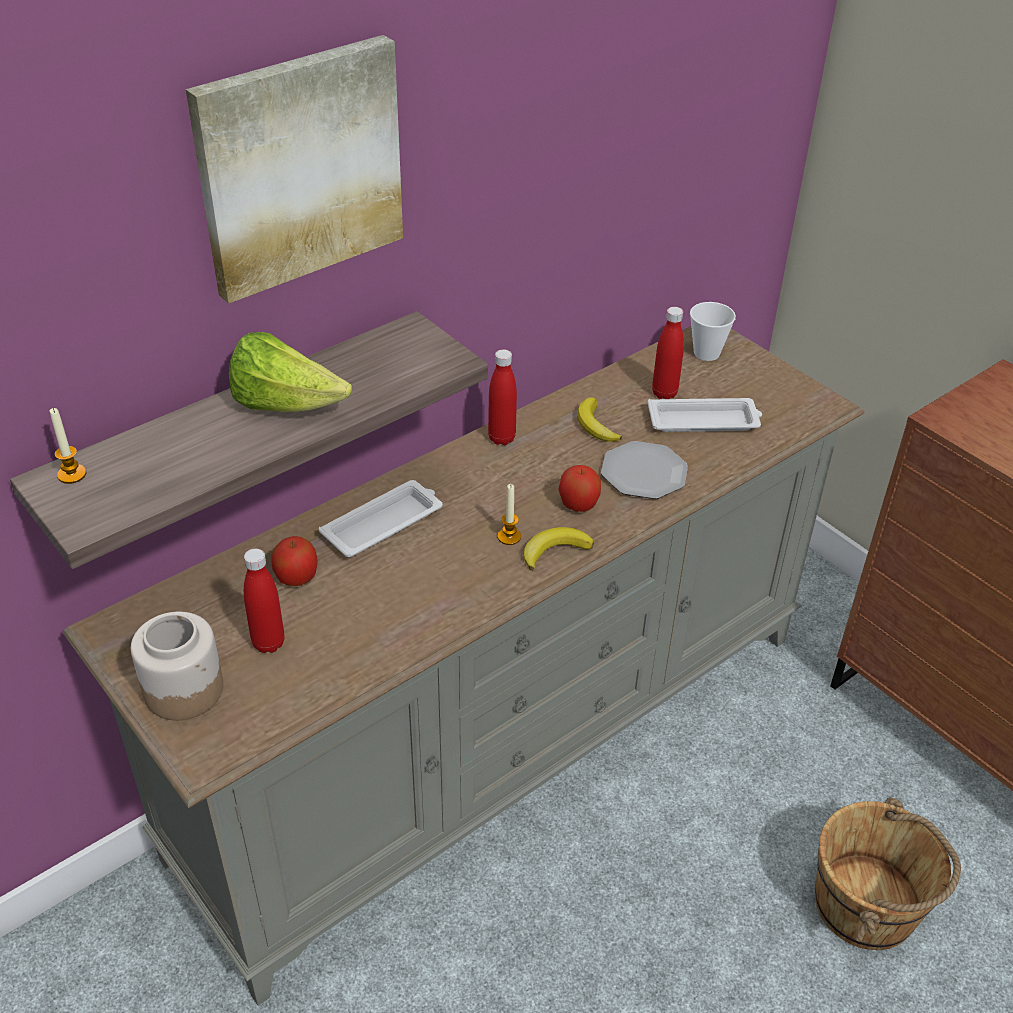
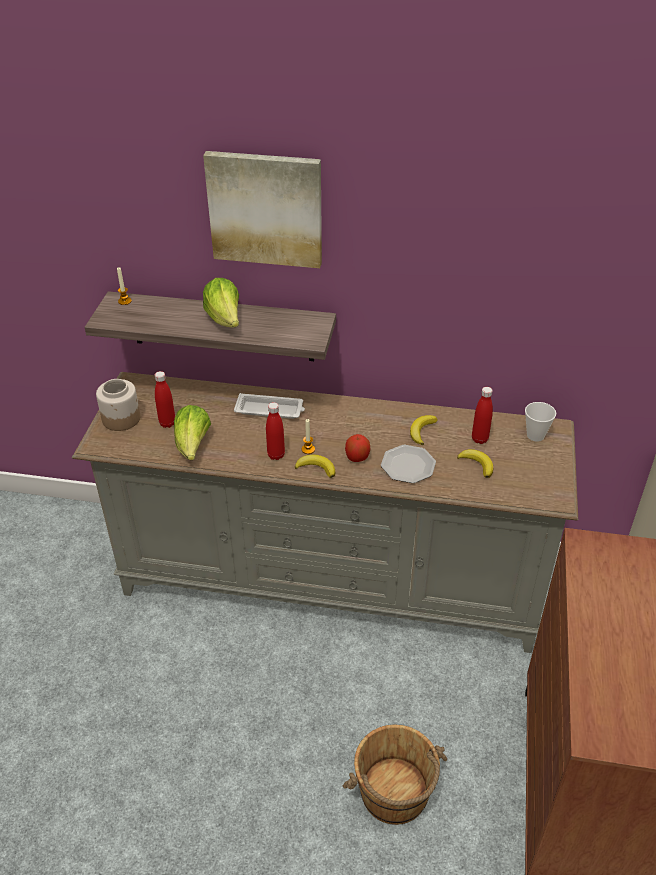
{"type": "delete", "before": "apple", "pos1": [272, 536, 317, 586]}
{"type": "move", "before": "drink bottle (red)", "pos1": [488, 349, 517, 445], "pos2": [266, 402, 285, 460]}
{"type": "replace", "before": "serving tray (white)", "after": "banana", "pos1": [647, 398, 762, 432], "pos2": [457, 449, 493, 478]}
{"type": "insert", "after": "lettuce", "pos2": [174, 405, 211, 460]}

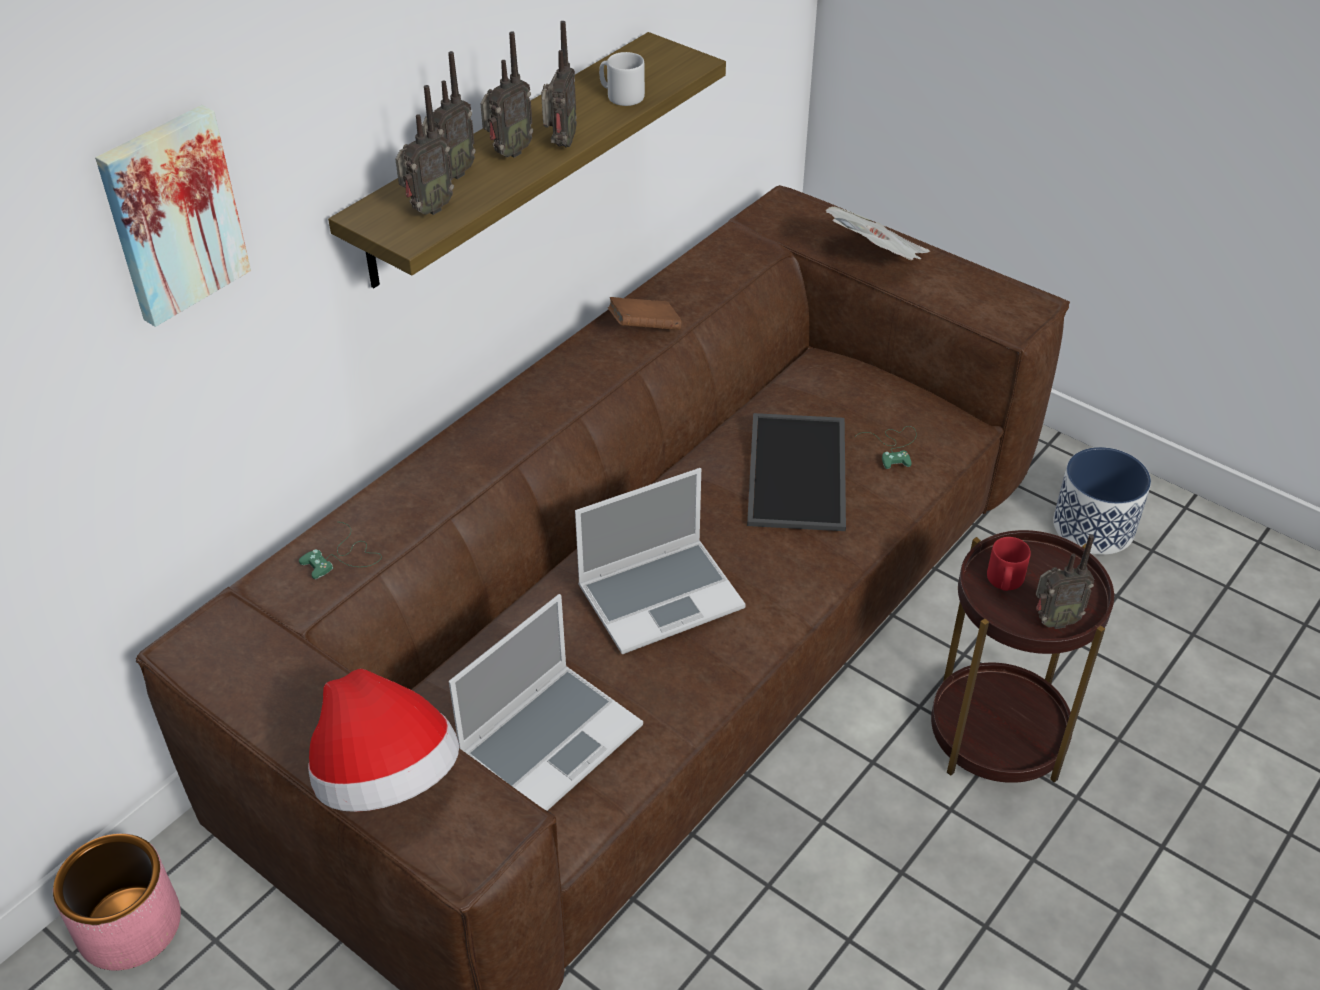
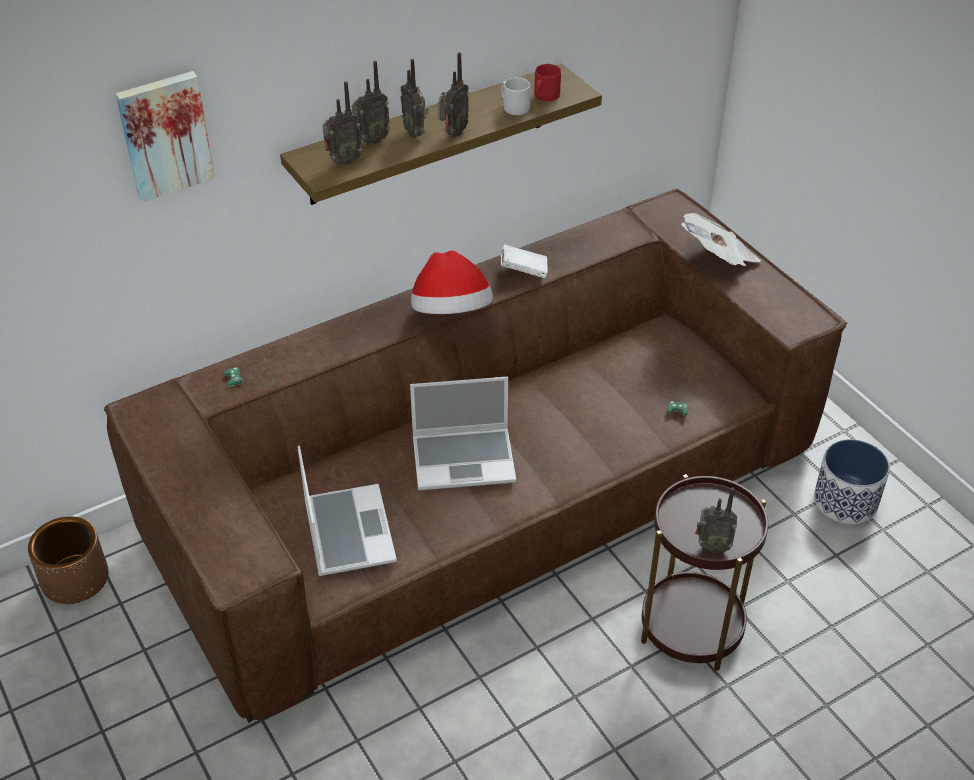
{"type": "recolor", "before": "flower pot (pink)", "after": "flower pot (brown-coloured)", "pos1": [53, 833, 181, 971], "pos2": [28, 516, 109, 604]}
{"type": "move", "before": "clothing hat", "pos1": [308, 669, 459, 812], "pos2": [411, 251, 493, 314]}
{"type": "rotate", "before": "portable computer", "pos1": [449, 594, 643, 811], "pos2": [298, 445, 397, 576], "turn": -75}
{"type": "rotate", "before": "radio receiver", "pos1": [480, 31, 533, 158], "pos2": [401, 59, 428, 138], "turn": 90}
{"type": "recolor", "before": "bound book (brown-coloured)", "after": "bound book (white)", "pos1": [608, 297, 682, 330], "pos2": [501, 244, 548, 278]}
{"type": "delete", "before": "serving tray", "pos1": [747, 413, 846, 531]}
{"type": "move", "before": "mug (red)", "pos1": [987, 537, 1031, 591], "pos2": [534, 64, 561, 101]}

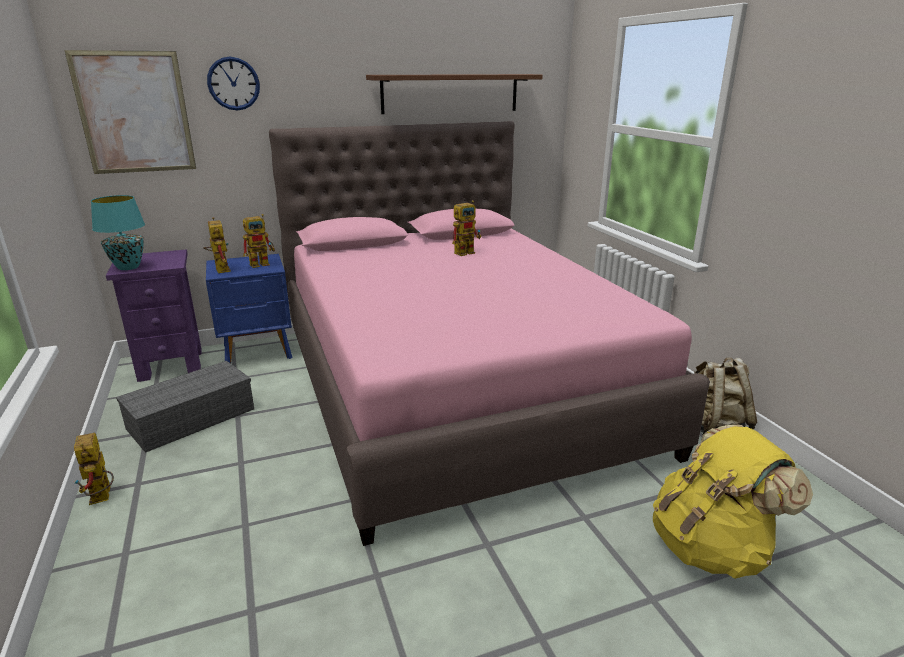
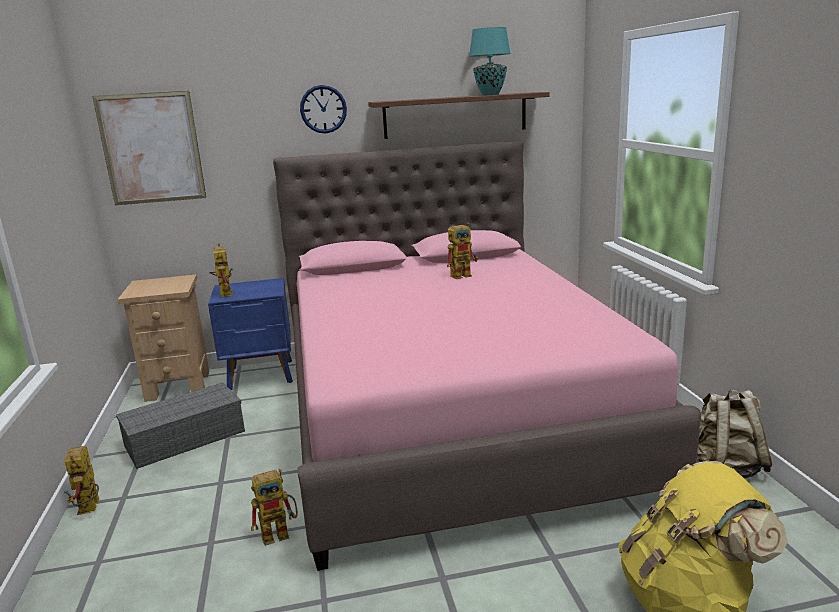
{"type": "move", "before": "tabletop lamp (turquoise-coloured)", "pos1": [91, 195, 145, 270], "pos2": [469, 27, 511, 95]}
{"type": "recolor", "before": "nightstand (purple-coloured)", "after": "nightstand (beige)", "pos1": [106, 249, 202, 382], "pos2": [117, 274, 209, 402]}
{"type": "move", "before": "hanging clock", "pos1": [207, 57, 260, 111], "pos2": [300, 85, 347, 133]}
{"type": "move", "before": "model robot", "pos1": [243, 214, 275, 268], "pos2": [251, 469, 298, 546]}

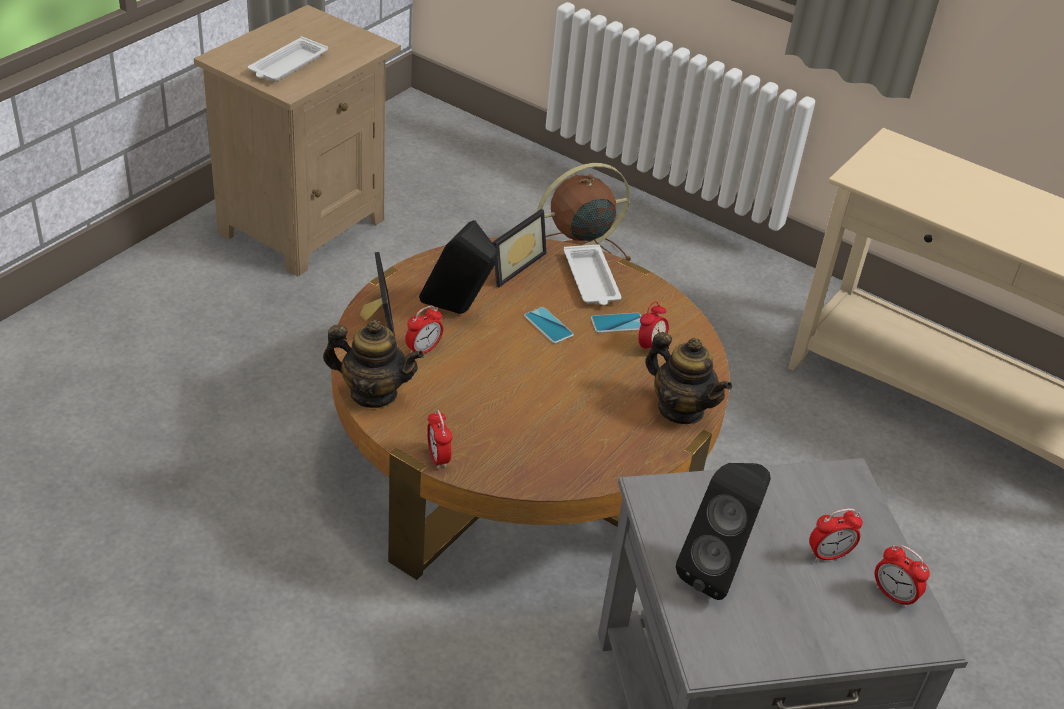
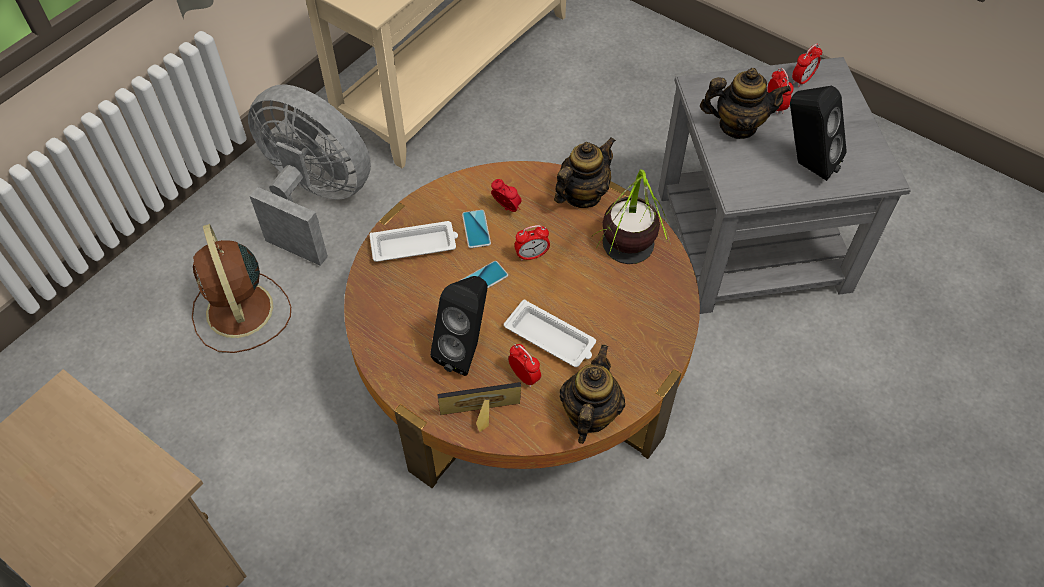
{"type": "move", "before": "serving tray (white)", "pos1": [248, 36, 328, 82], "pos2": [504, 300, 596, 367]}
{"type": "move", "before": "bedside clock", "pos1": [427, 410, 452, 469], "pos2": [514, 225, 550, 261]}
{"type": "delete", "before": "standing frame", "pos1": [493, 209, 547, 287]}
{"type": "insert", "after": "cooling fan (gray)", "pos2": [248, 85, 371, 266]}
{"type": "insert", "after": "potted plant", "pos2": [594, 170, 671, 264]}
{"type": "insert", "after": "tea pot", "pos2": [700, 68, 791, 139]}

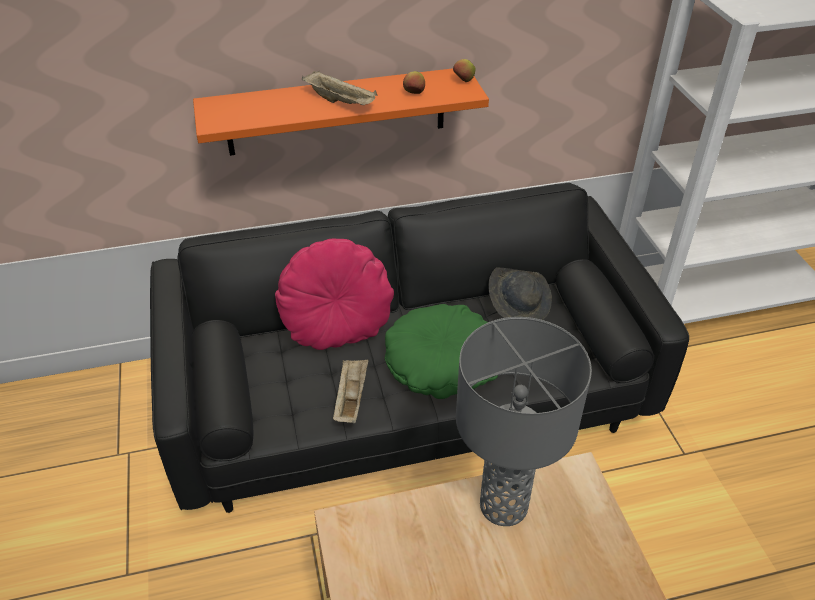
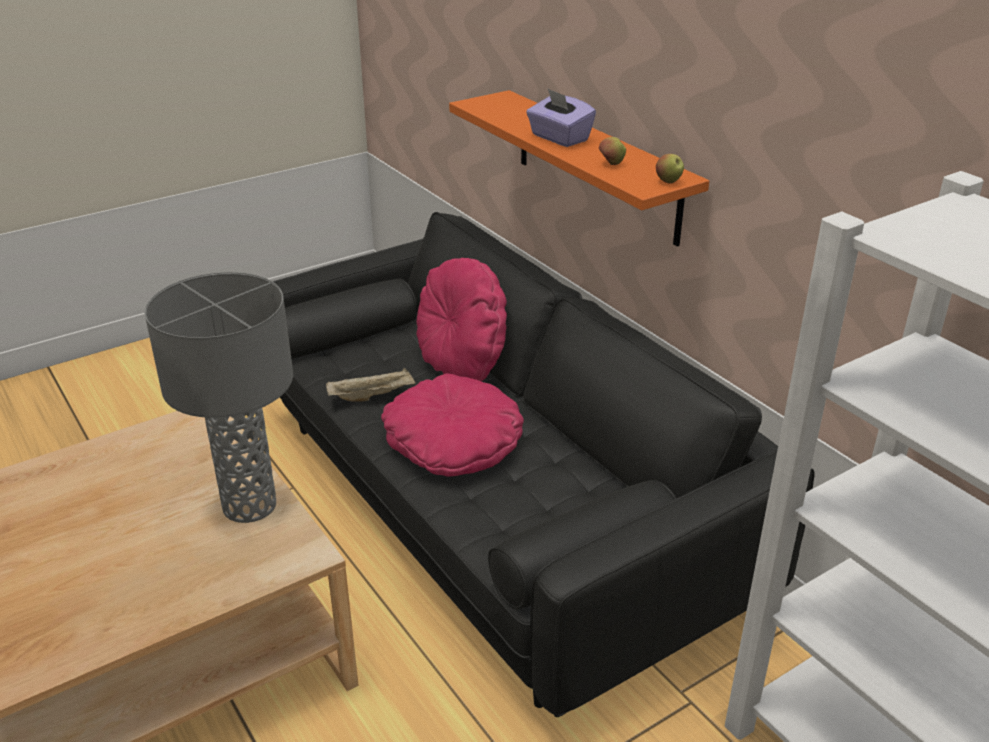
{"type": "replace", "before": "serving tray (beige)", "after": "tissue box (purple-coloured)", "pos1": [302, 71, 377, 105], "pos2": [526, 89, 596, 147]}
{"type": "recolor", "before": "cushion (greenish)", "after": "cushion (pink)", "pos1": [385, 304, 498, 399], "pos2": [381, 374, 524, 477]}
{"type": "delete", "before": "clothing hat (gray)", "pos1": [488, 267, 552, 320]}

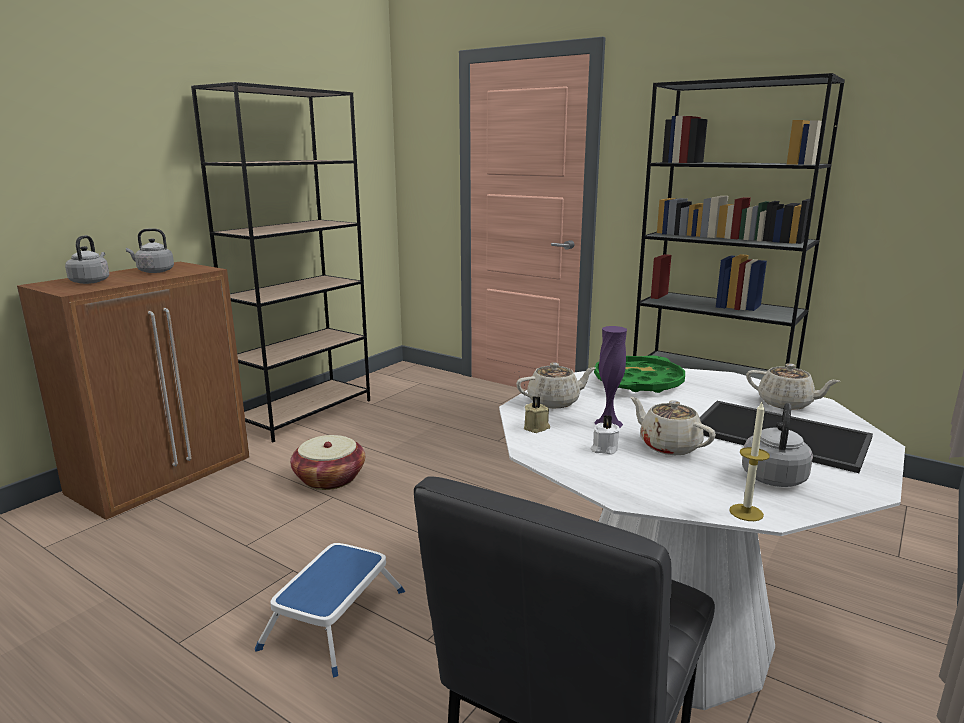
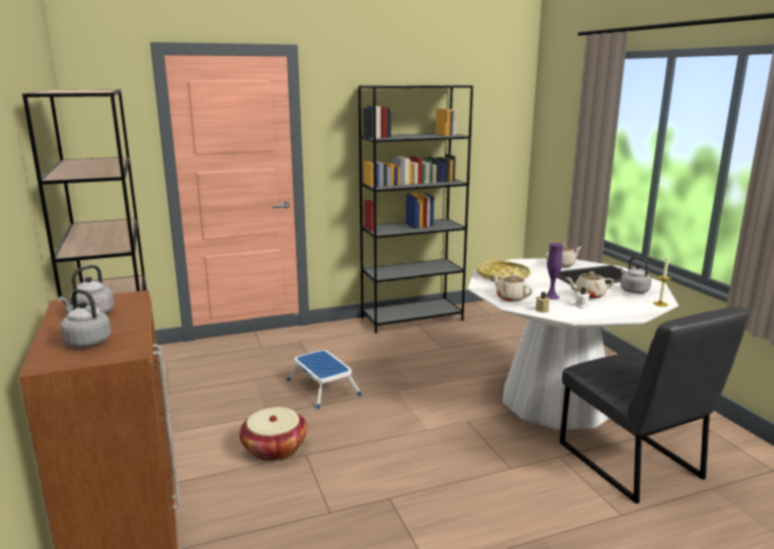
{"type": "move", "before": "step ladder (blue)", "pos1": [255, 543, 405, 678], "pos2": [287, 350, 362, 409]}
{"type": "rotate", "before": "tea pot (beige)", "pos1": [516, 362, 595, 408], "pos2": [492, 273, 533, 302], "turn": -60}
{"type": "recolor", "before": "serving tray (greenish)", "after": "serving tray (yellowish)", "pos1": [594, 355, 685, 393], "pos2": [477, 260, 531, 282]}

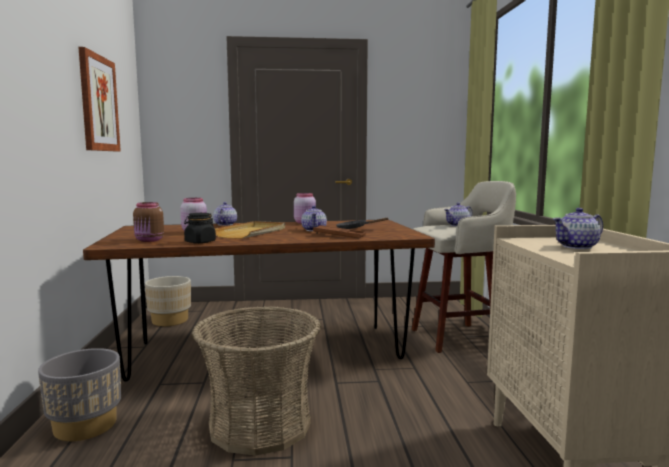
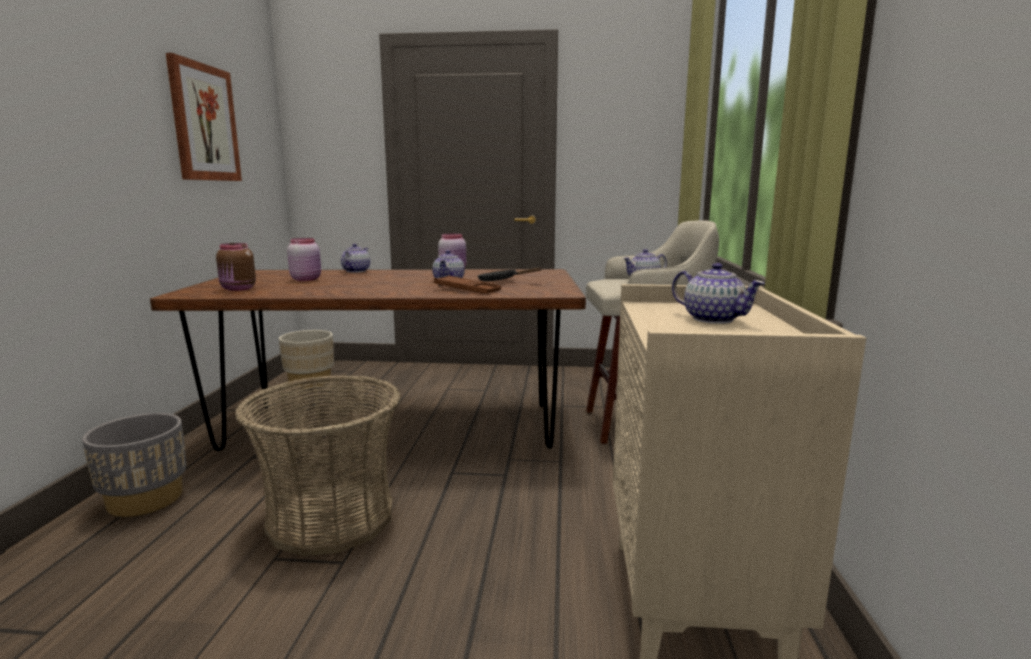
{"type": "delete", "before": "storage jar (black)", "pos1": [184, 213, 216, 244]}
{"type": "delete", "before": "serving tray (beige)", "pos1": [215, 221, 285, 239]}
{"type": "rotate", "before": "tea pot", "pos1": [553, 208, 603, 249], "pos2": [672, 263, 765, 324], "turn": -120}

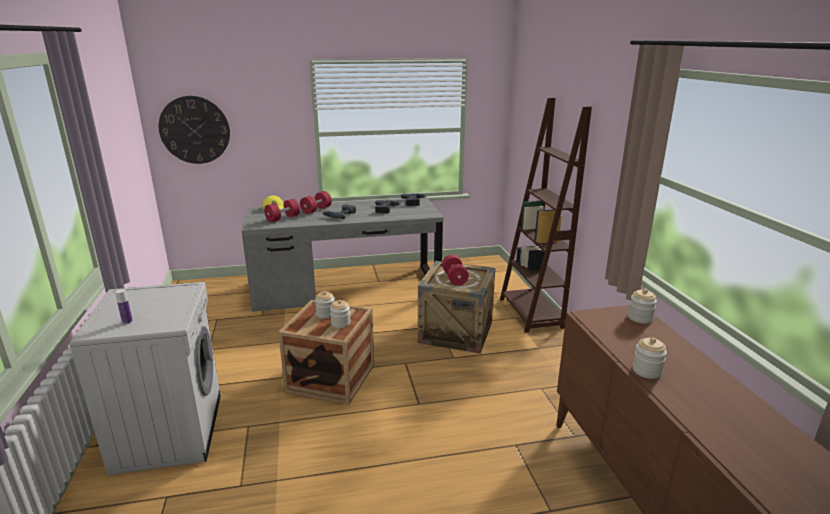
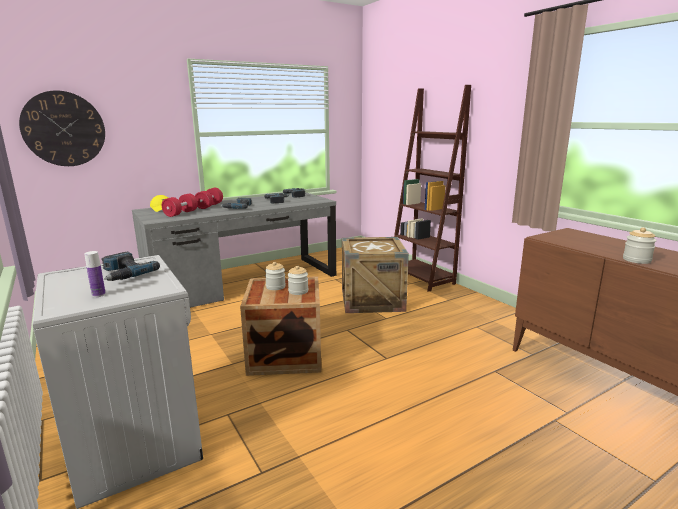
{"type": "delete", "before": "dumbbell (red)", "pos1": [442, 254, 469, 286]}
{"type": "delete", "before": "storage jar", "pos1": [628, 289, 657, 324]}
{"type": "insert", "after": "drill", "pos2": [101, 252, 160, 281]}

